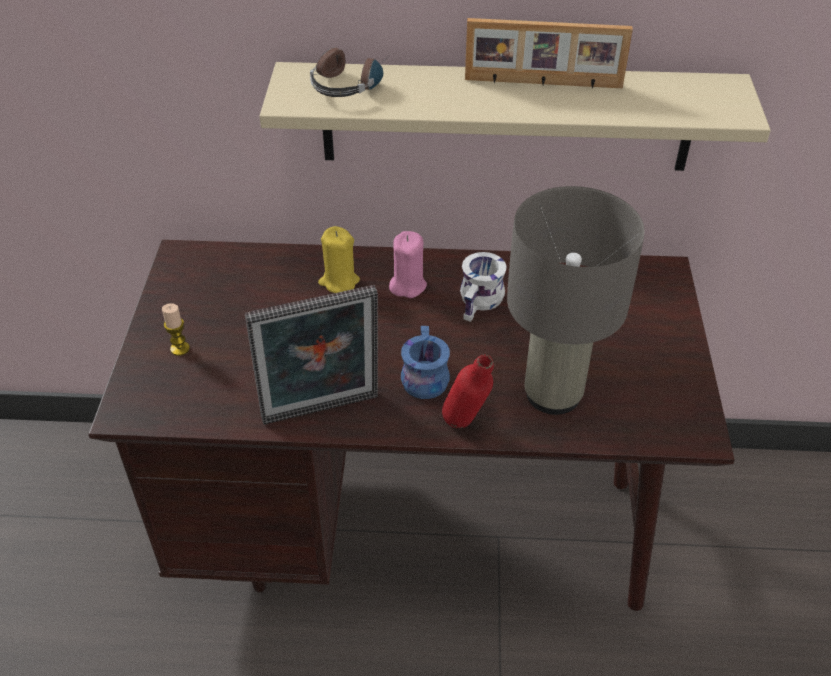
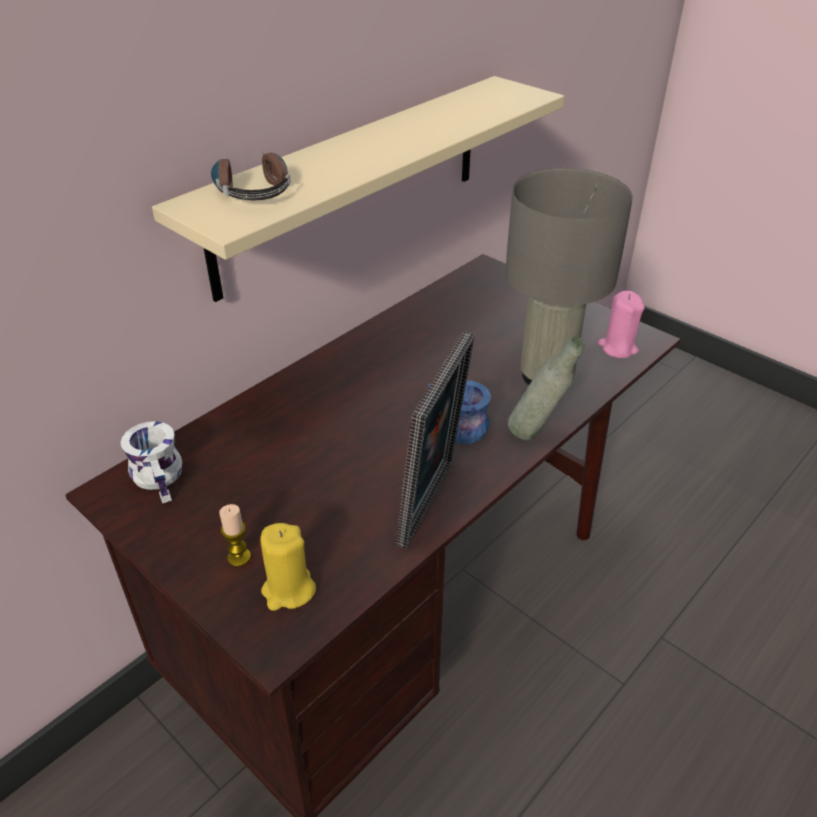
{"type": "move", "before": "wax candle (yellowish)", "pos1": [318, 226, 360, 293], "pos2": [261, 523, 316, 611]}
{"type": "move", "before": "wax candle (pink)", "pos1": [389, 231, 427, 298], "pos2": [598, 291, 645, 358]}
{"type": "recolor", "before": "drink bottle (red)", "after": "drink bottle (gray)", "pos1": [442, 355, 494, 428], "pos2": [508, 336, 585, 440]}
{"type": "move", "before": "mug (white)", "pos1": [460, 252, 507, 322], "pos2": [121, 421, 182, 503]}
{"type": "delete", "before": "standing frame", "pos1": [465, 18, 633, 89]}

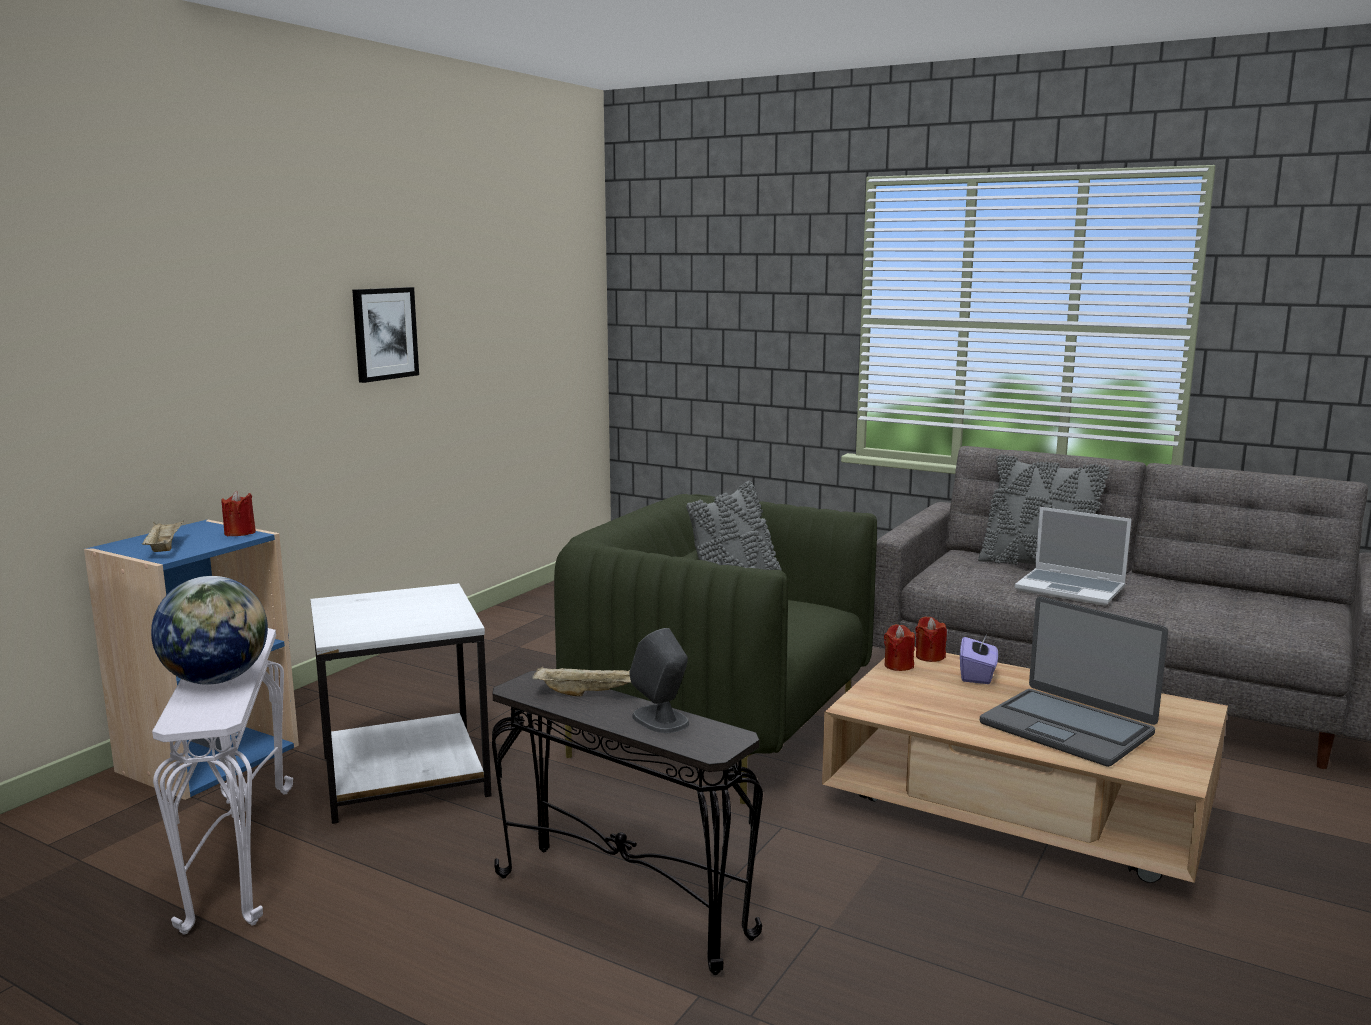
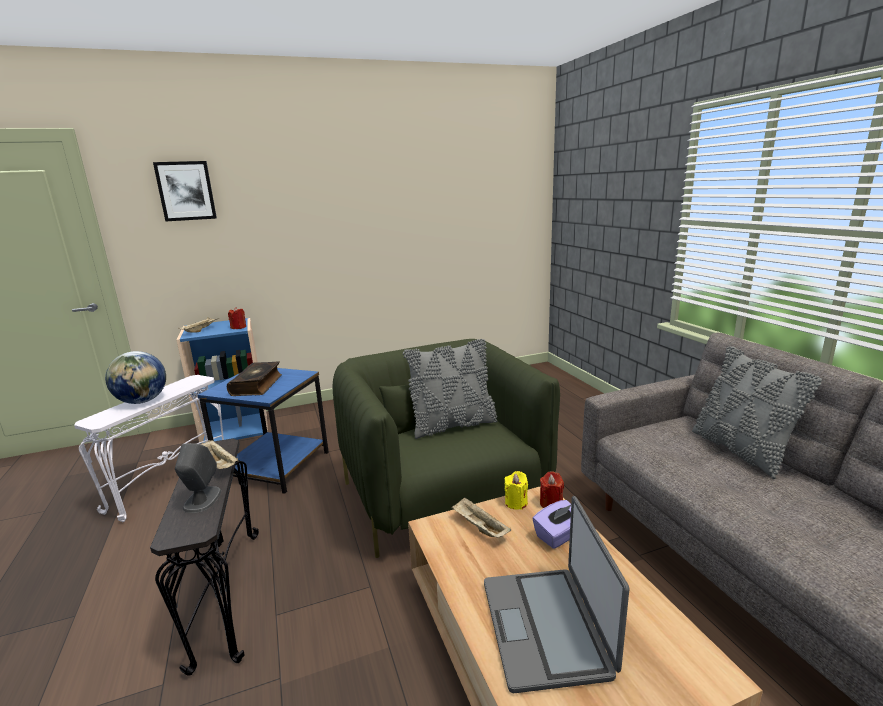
{"type": "recolor", "before": "accent table (white)", "after": "accent table (blue)", "pos1": [310, 583, 492, 824], "pos2": [198, 368, 329, 494]}
{"type": "move", "before": "picture", "pos1": [352, 287, 419, 383], "pos2": [153, 161, 217, 222]}
{"type": "recolor", "before": "wax candle (red)", "after": "wax candle (yellowish)", "pos1": [884, 624, 915, 671], "pos2": [505, 471, 528, 510]}
{"type": "delete", "before": "portable computer", "pos1": [1015, 507, 1131, 606]}
{"type": "insert", "after": "bound book", "pos2": [227, 362, 282, 396]}
{"type": "insert", "after": "serving tray (beige)", "pos2": [451, 497, 511, 538]}

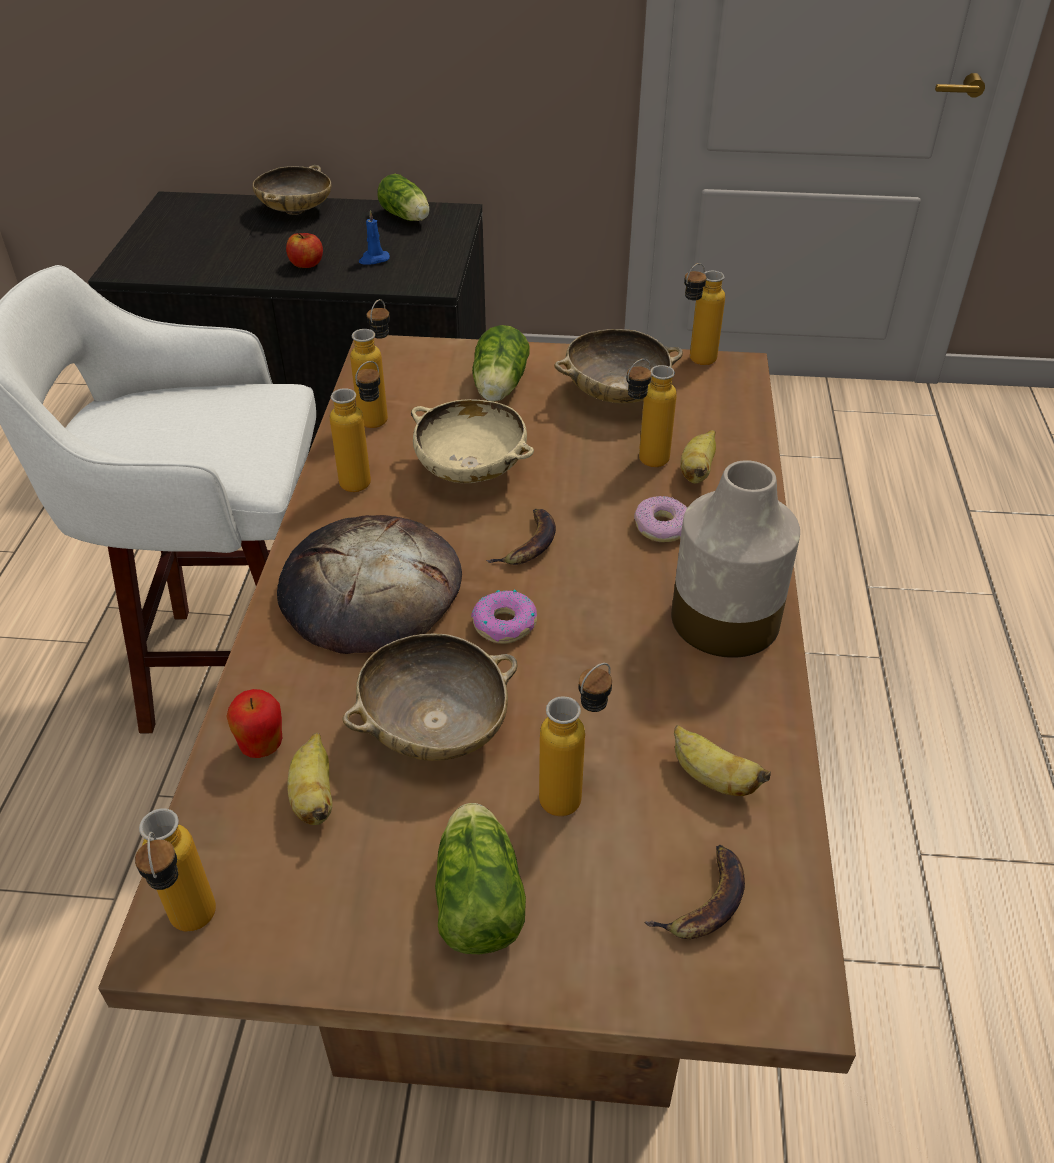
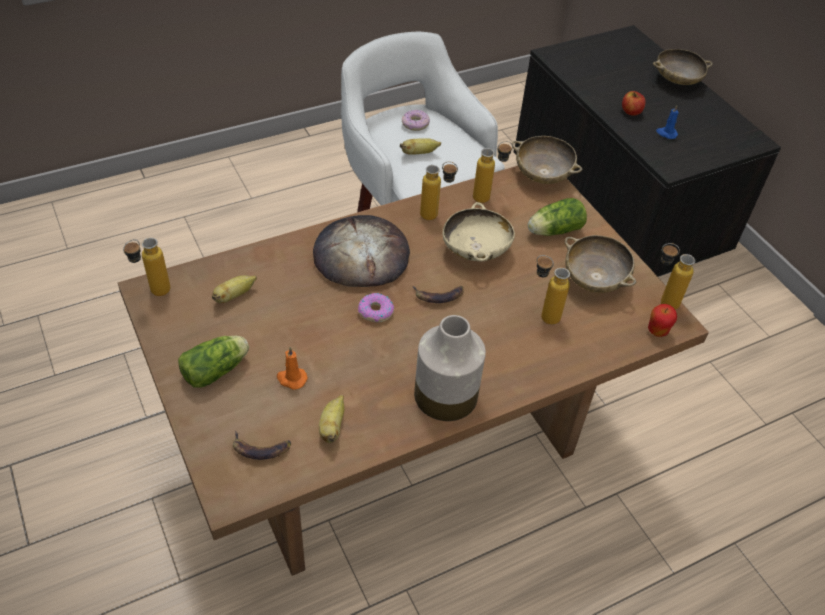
{"type": "move", "before": "apple", "pos1": [226, 689, 282, 758], "pos2": [648, 304, 677, 337]}
{"type": "move", "before": "bowl (beige)", "pos1": [342, 633, 518, 761], "pos2": [512, 136, 582, 184]}
{"type": "delete", "before": "lettuce", "pos1": [377, 174, 430, 221]}
{"type": "replace", "before": "drink bottle", "after": "wax candle (orange-coloured)", "pos1": [539, 663, 612, 816], "pos2": [277, 347, 308, 390]}
{"type": "move", "before": "donut", "pos1": [634, 496, 688, 542], "pos2": [402, 110, 430, 131]}
{"type": "move", "before": "banana", "pos1": [680, 430, 716, 484], "pos2": [400, 138, 441, 155]}

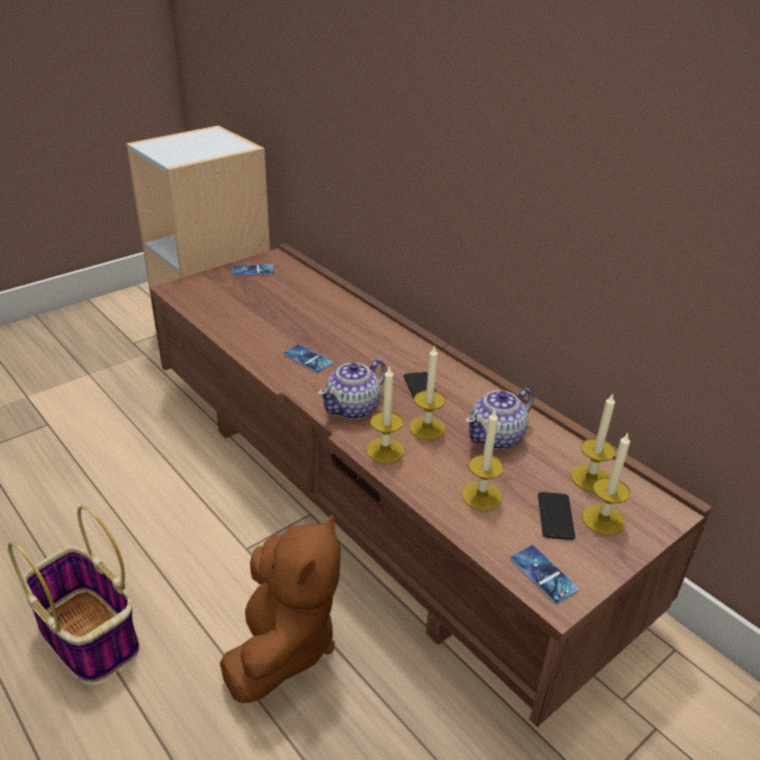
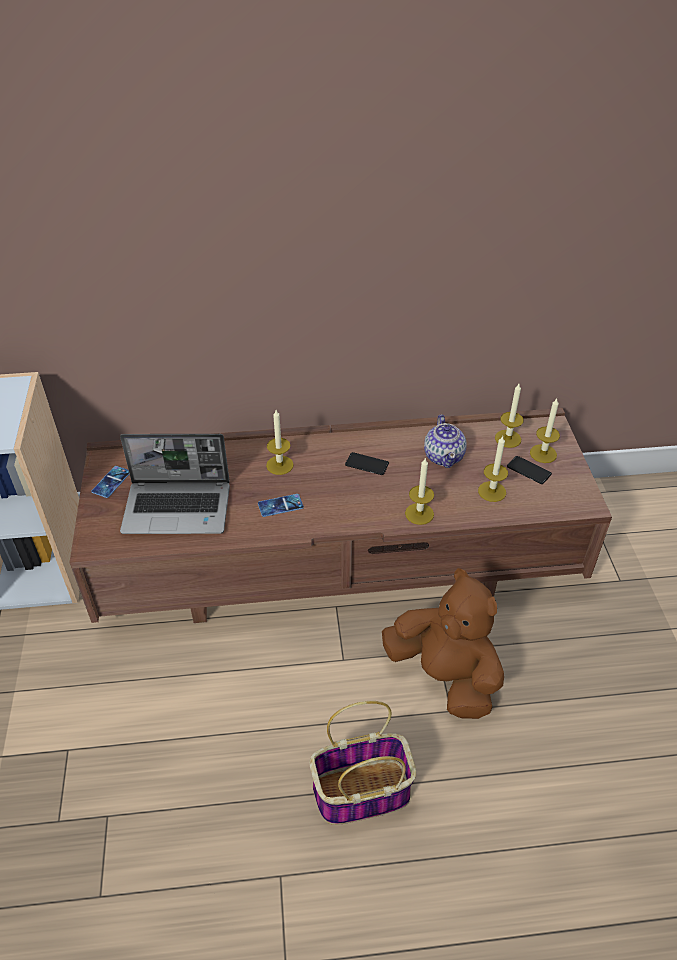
{"type": "delete", "before": "tea pot", "pos1": [318, 359, 387, 419]}
{"type": "move", "before": "wax candle", "pos1": [409, 345, 446, 440], "pos2": [266, 410, 294, 475]}
{"type": "delete", "before": "telephone", "pos1": [510, 545, 579, 604]}
{"type": "insert", "after": "portable computer", "pos2": [120, 434, 230, 534]}

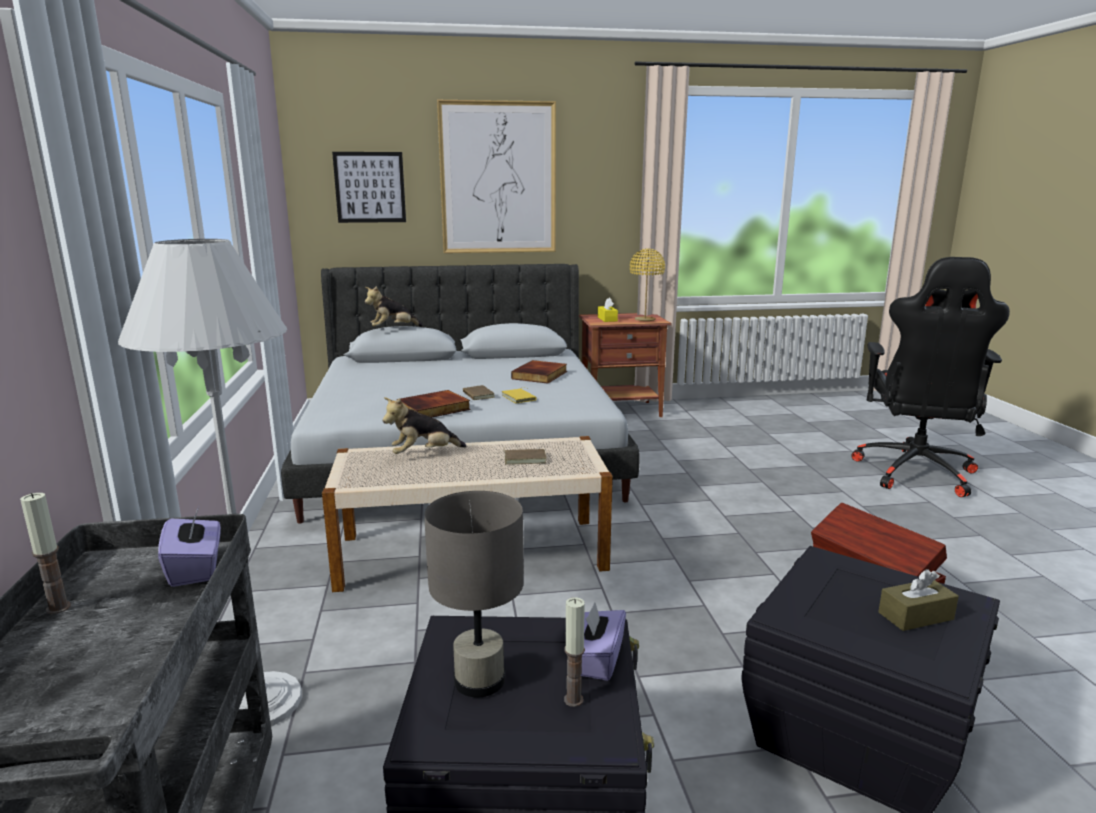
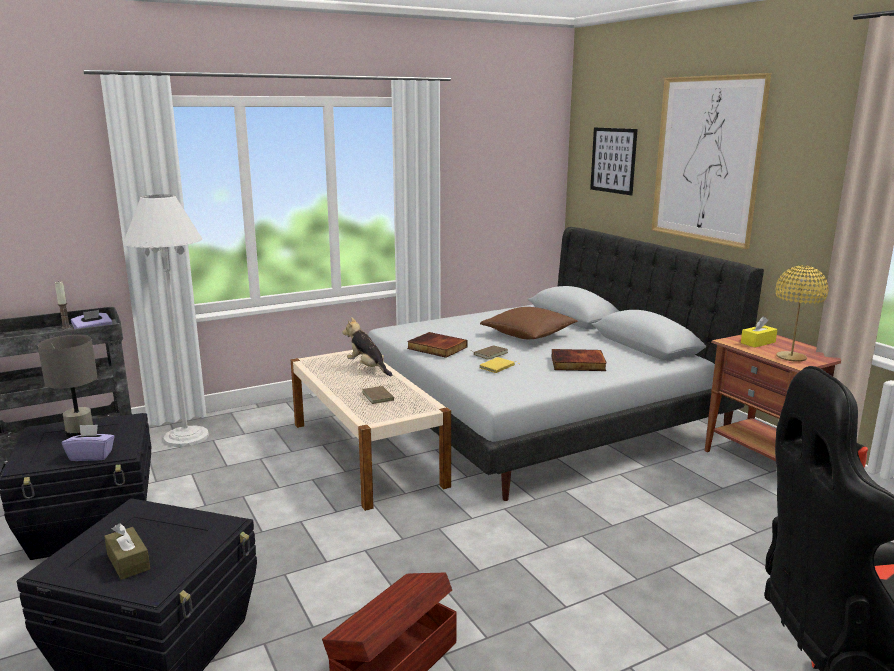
{"type": "delete", "before": "soft toy", "pos1": [365, 286, 423, 326]}
{"type": "delete", "before": "wax candle", "pos1": [564, 597, 585, 707]}
{"type": "insert", "after": "cushion (brown-coloured)", "pos2": [480, 307, 578, 339]}

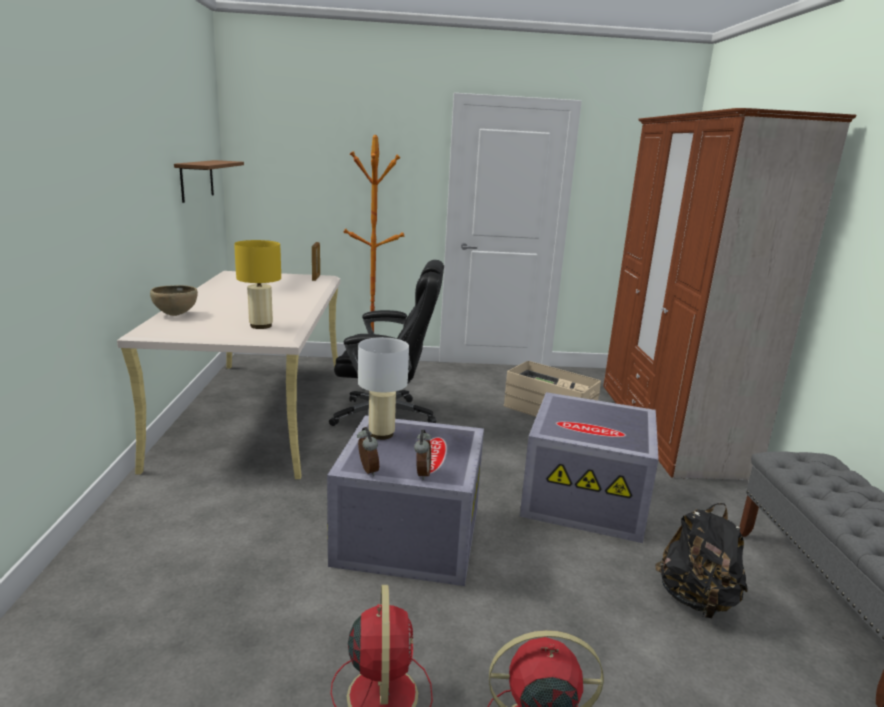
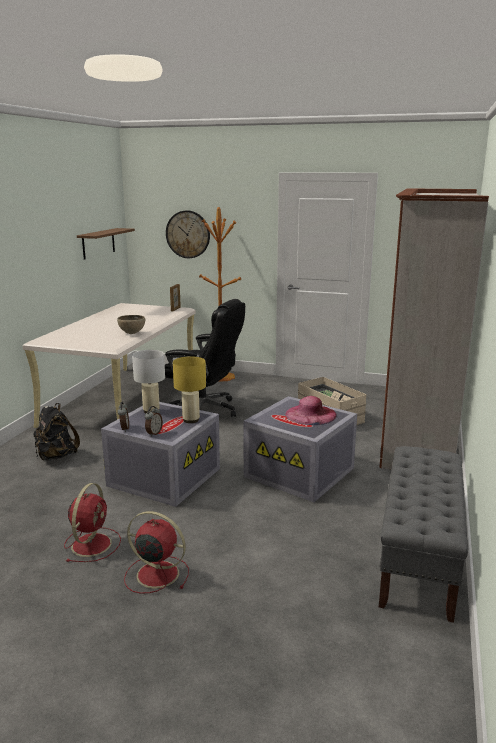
{"type": "move", "before": "bowl (brown-coloured)", "pos1": [150, 285, 198, 316], "pos2": [117, 315, 145, 334]}
{"type": "move", "before": "tabletop lamp (yellowish)", "pos1": [234, 240, 281, 329], "pos2": [173, 356, 206, 423]}
{"type": "move", "before": "backpack (black)", "pos1": [655, 503, 748, 618], "pos2": [33, 403, 80, 460]}
{"type": "insert", "after": "hanging clock", "pos2": [166, 210, 210, 258]}
{"type": "insert", "after": "clothing hat (pink)", "pos2": [285, 396, 336, 425]}

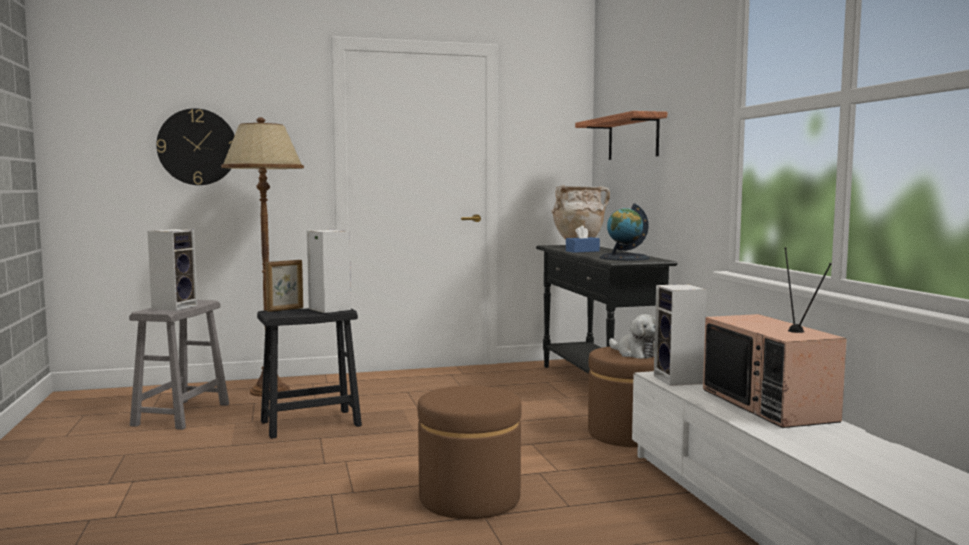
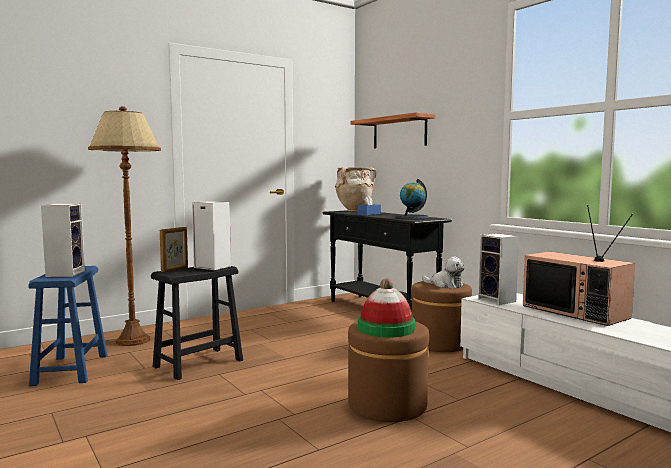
{"type": "recolor", "before": "stool (gray)", "after": "stool (blue)", "pos1": [129, 300, 229, 430], "pos2": [28, 266, 107, 386]}
{"type": "delete", "before": "hanging clock", "pos1": [156, 108, 235, 185]}
{"type": "insert", "after": "clothing hat", "pos2": [358, 278, 415, 337]}

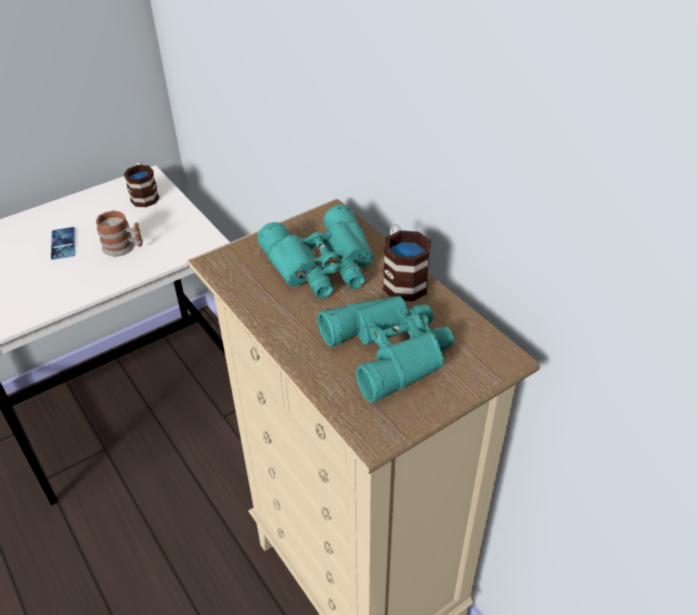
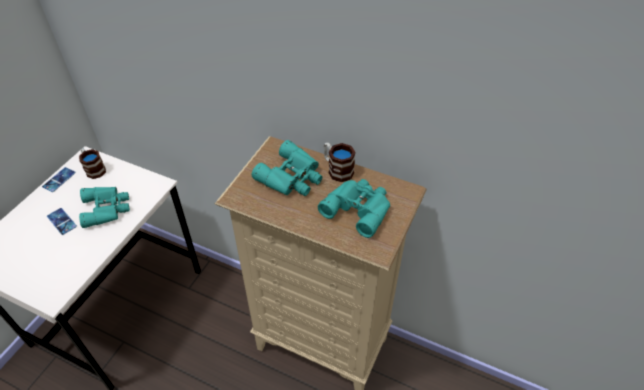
{"type": "replace", "before": "mug", "after": "pair of binoculars (turquoise-coloured)", "pos1": [96, 210, 143, 256], "pos2": [79, 187, 130, 228]}
{"type": "insert", "after": "telephone", "pos2": [42, 167, 76, 192]}

